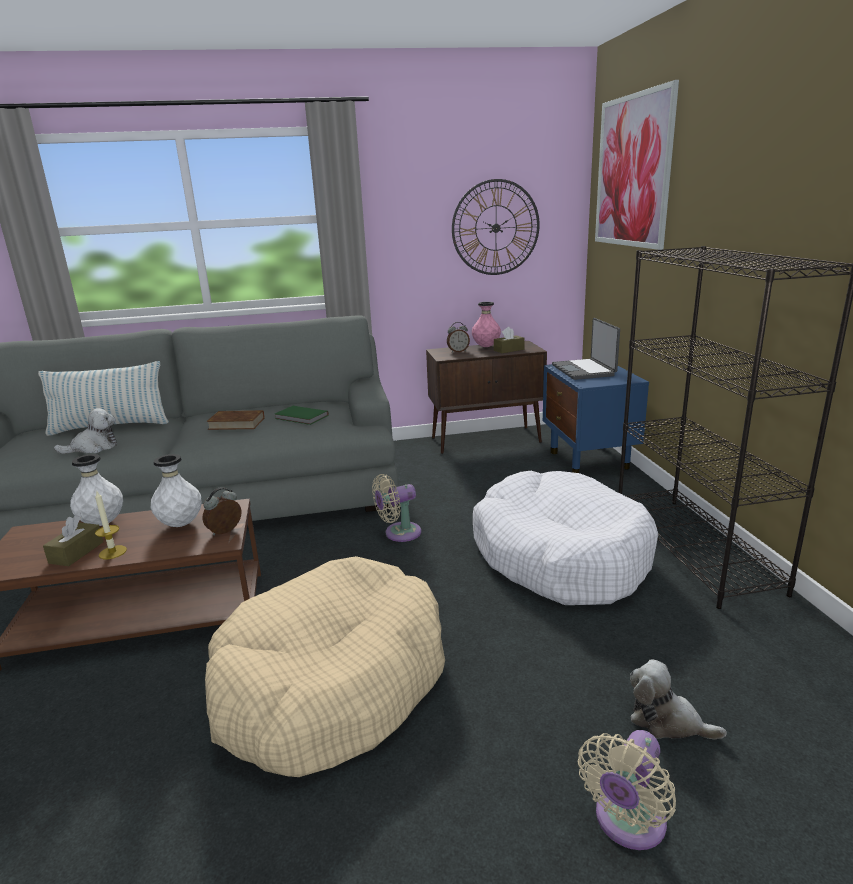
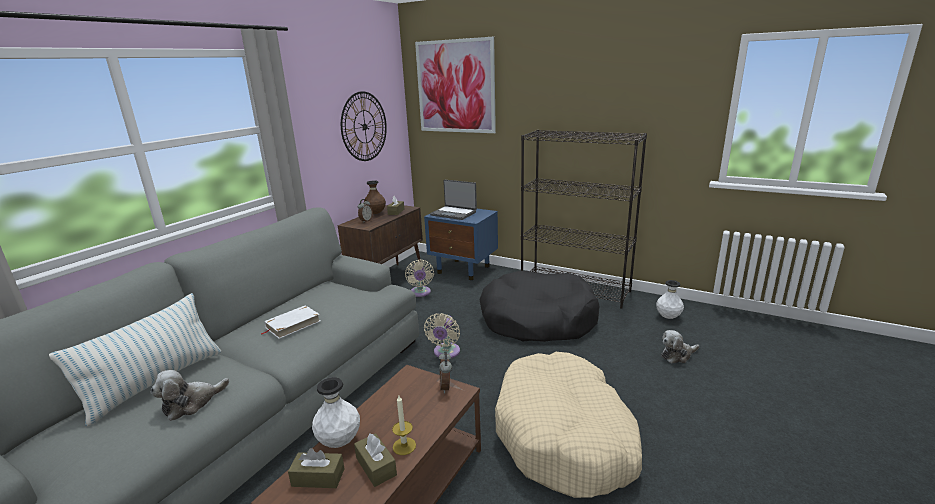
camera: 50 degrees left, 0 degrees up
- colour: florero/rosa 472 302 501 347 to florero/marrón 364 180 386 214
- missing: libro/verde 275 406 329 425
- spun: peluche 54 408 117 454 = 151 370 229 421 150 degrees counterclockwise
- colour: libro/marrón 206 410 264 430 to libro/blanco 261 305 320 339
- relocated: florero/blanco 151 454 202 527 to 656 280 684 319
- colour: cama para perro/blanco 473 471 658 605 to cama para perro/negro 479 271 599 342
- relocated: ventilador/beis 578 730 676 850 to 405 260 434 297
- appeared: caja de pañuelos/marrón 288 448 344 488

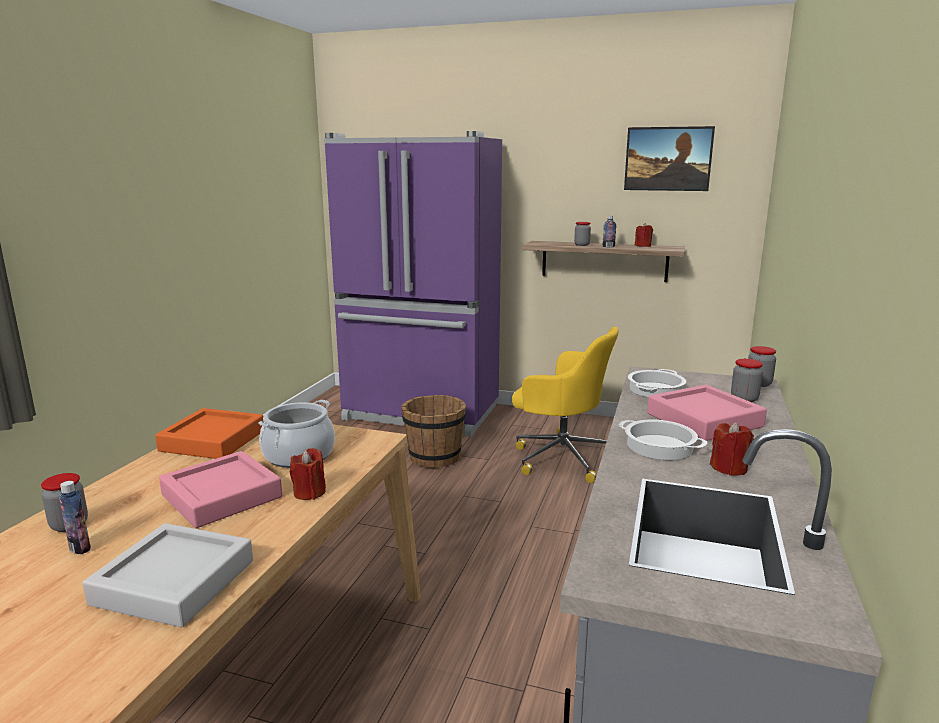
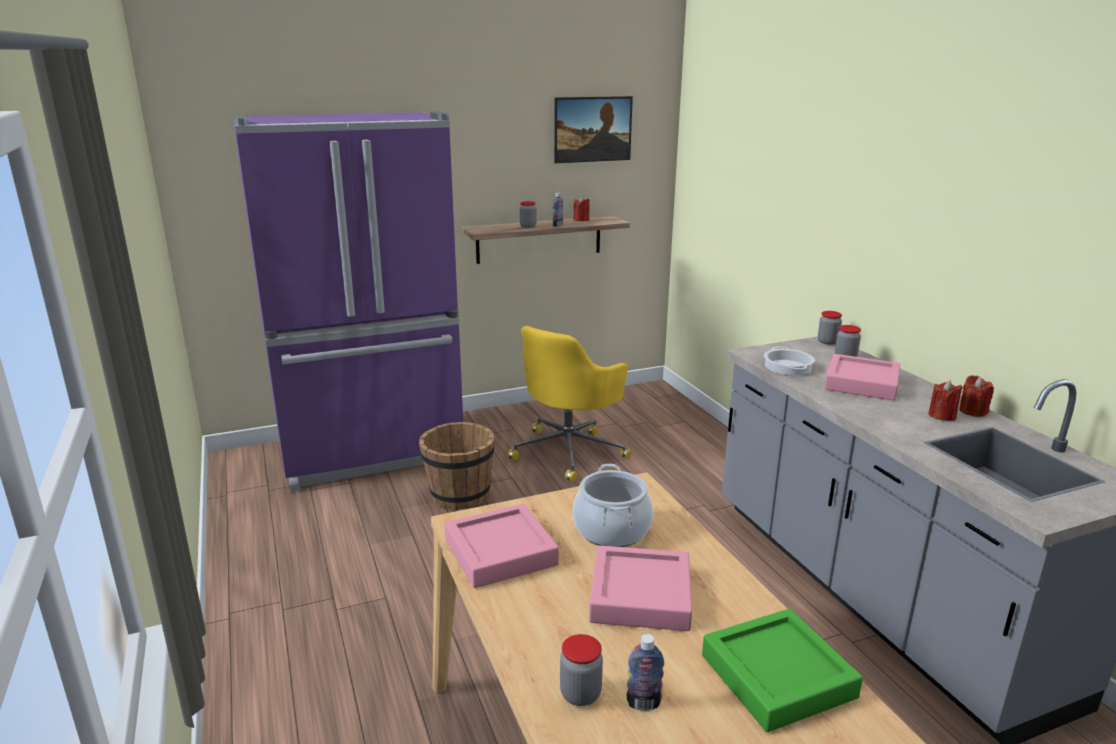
camera: 40 degrees left, 5 degrees up
- spun: silla de oficina/amarillo 512 327 619 483 = 507 326 632 482 135 degrees clockwise
- colour: bandeja/naranja 155 408 264 459 to bandeja/rosa 445 504 559 588
- missing: olla 619 420 707 460
- relocated: vela/rojo 290 448 326 500 to 959 375 994 417
- colour: bandeja/gris 83 523 253 628 to bandeja/verde 702 609 863 732

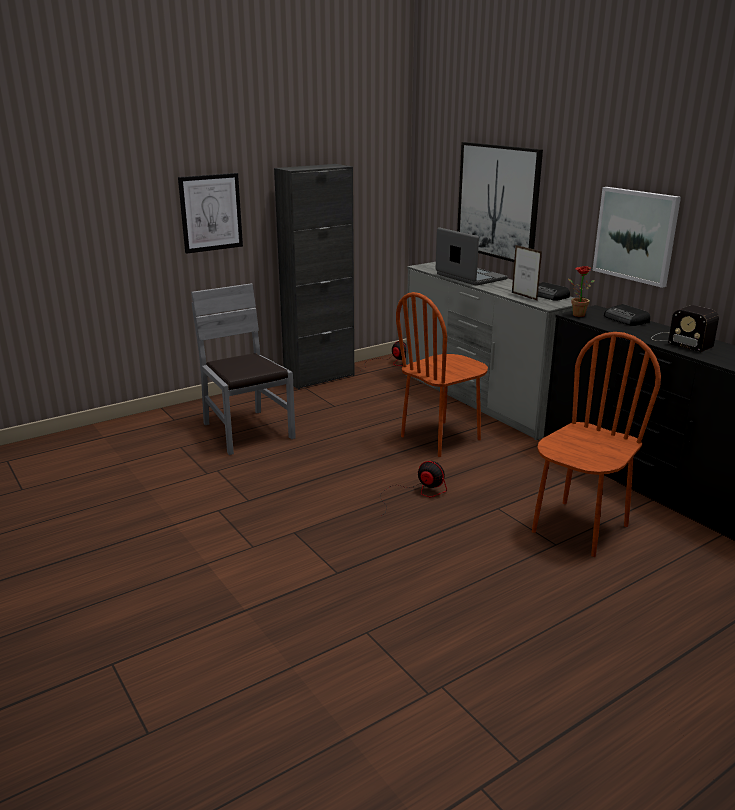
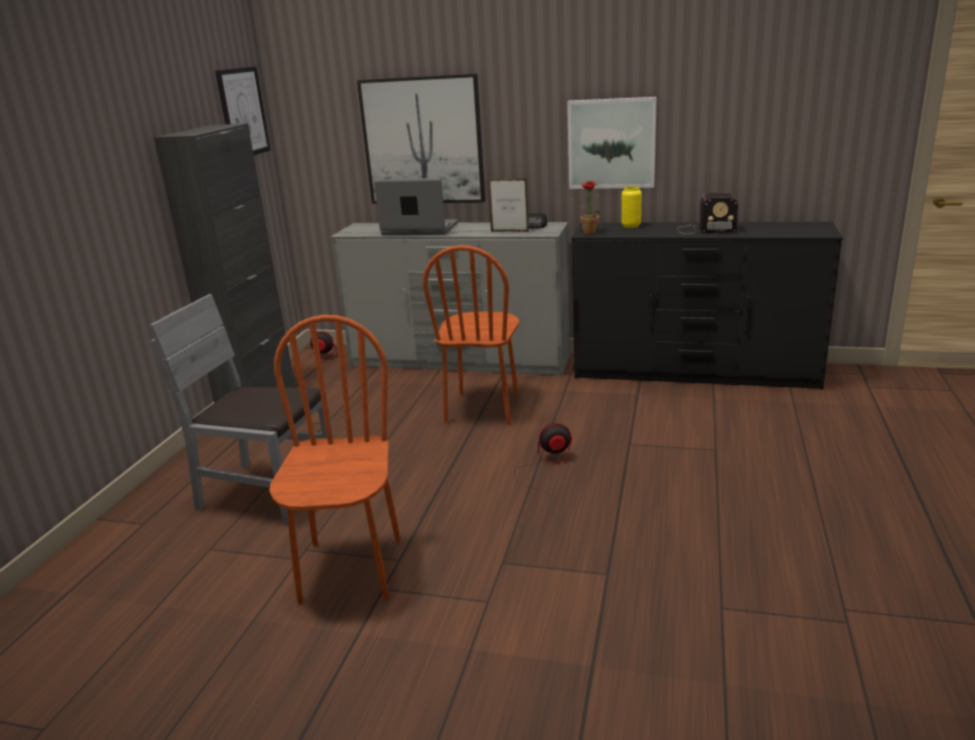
camera: 40 degrees left, 0 degrees up
- relocated: cuadro 178 173 243 254 to 215 66 271 155
- exchanged: radio 604 304 650 326 to florero/amarillo 621 186 642 228
- relocated: silla/marrón 532 332 661 557 to 269 315 401 605

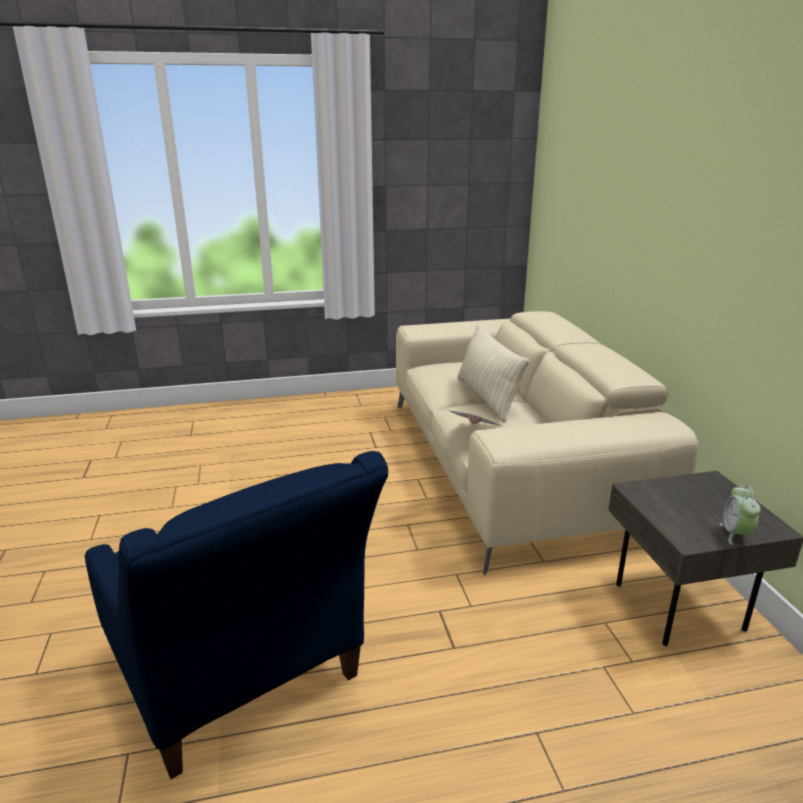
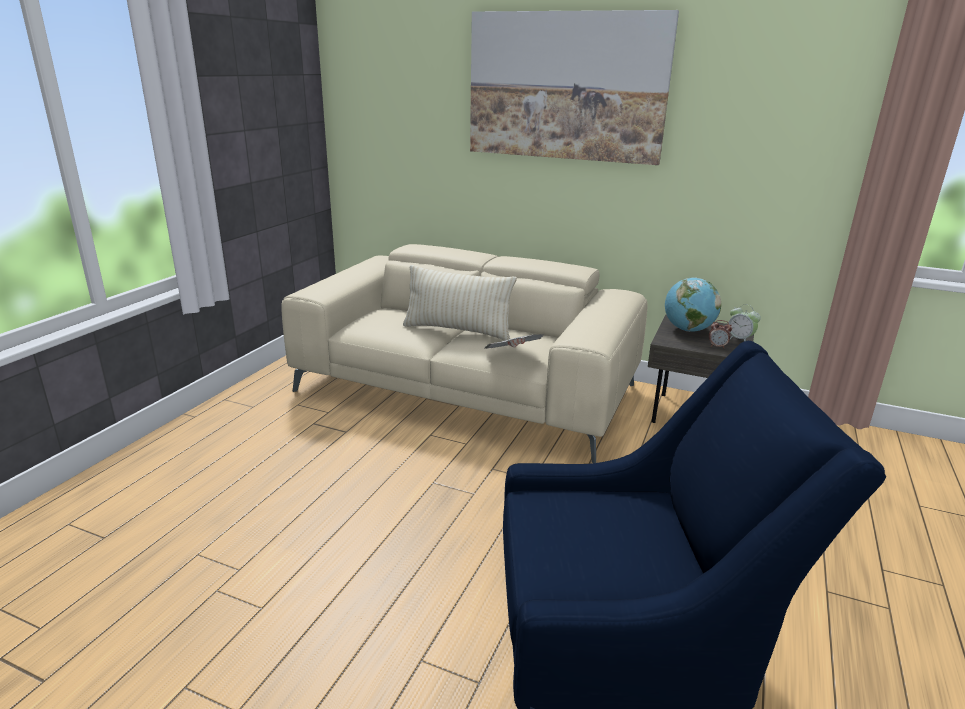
camera: 55 degrees left, 0 degrees up
- appeared: cuadro 470 10 679 165
- appeared: globo terráqueo 665 277 721 332
- appeared: despertador 709 320 732 348

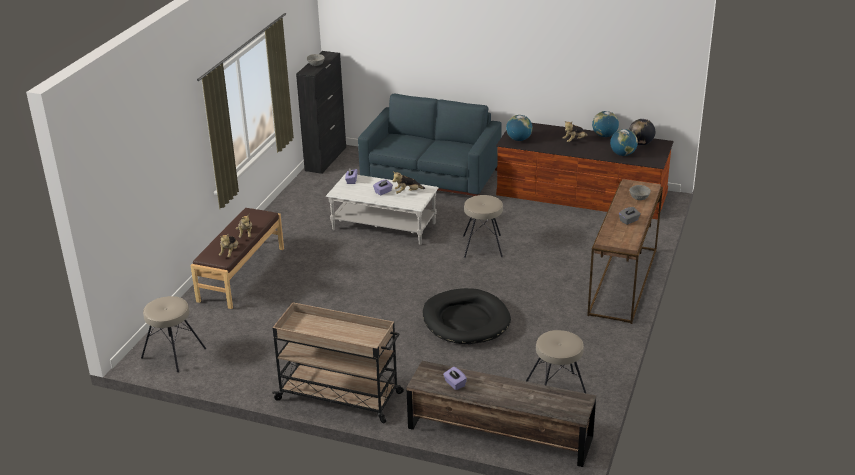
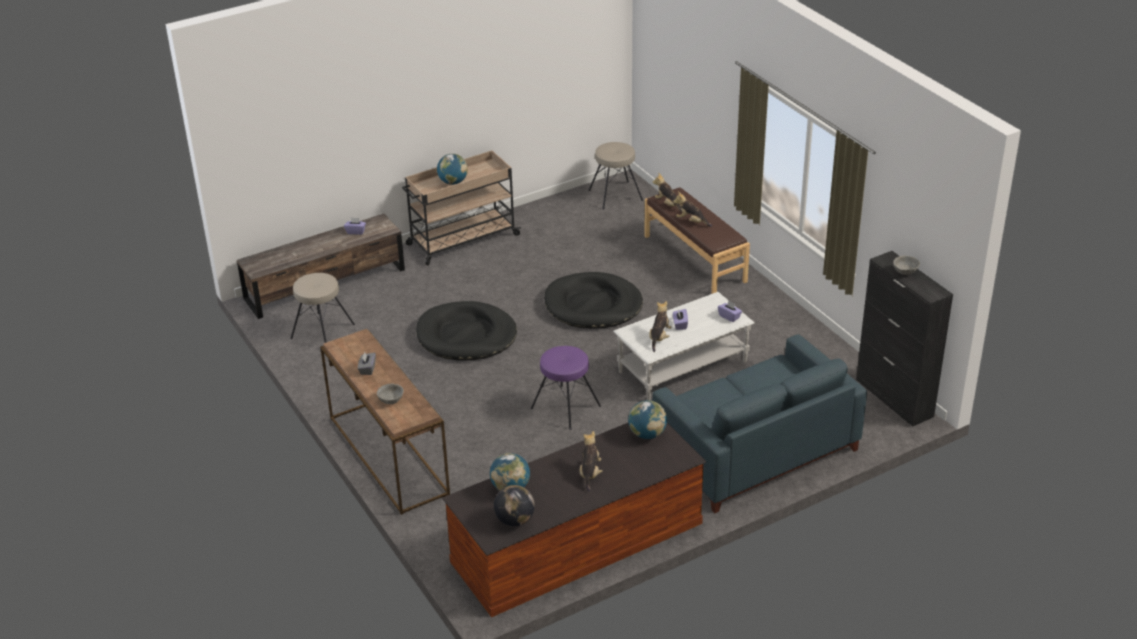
camera: 130 degrees right, 5 degrees up
- relocated: globo terráqueo 592 111 619 137 to 437 154 468 185
- colour: taburete/beis 463 195 503 258 to taburete/morado 531 346 601 430
- appeared: cama para perro/negro 544 272 643 329

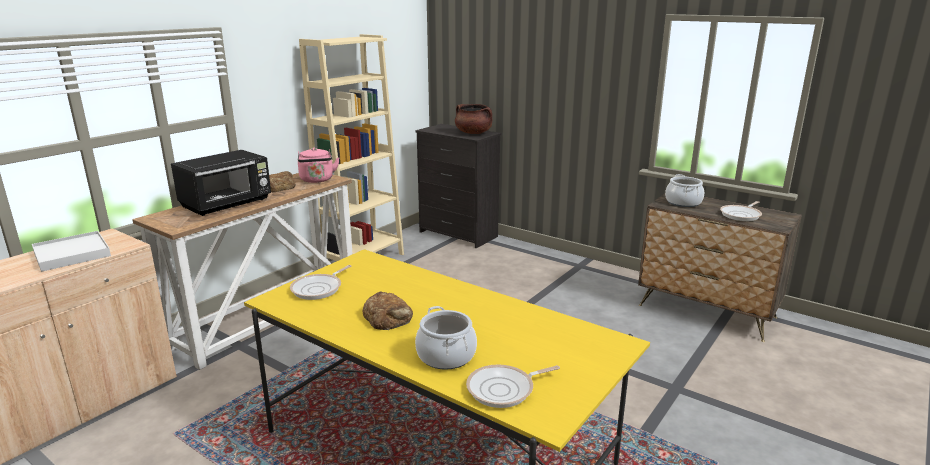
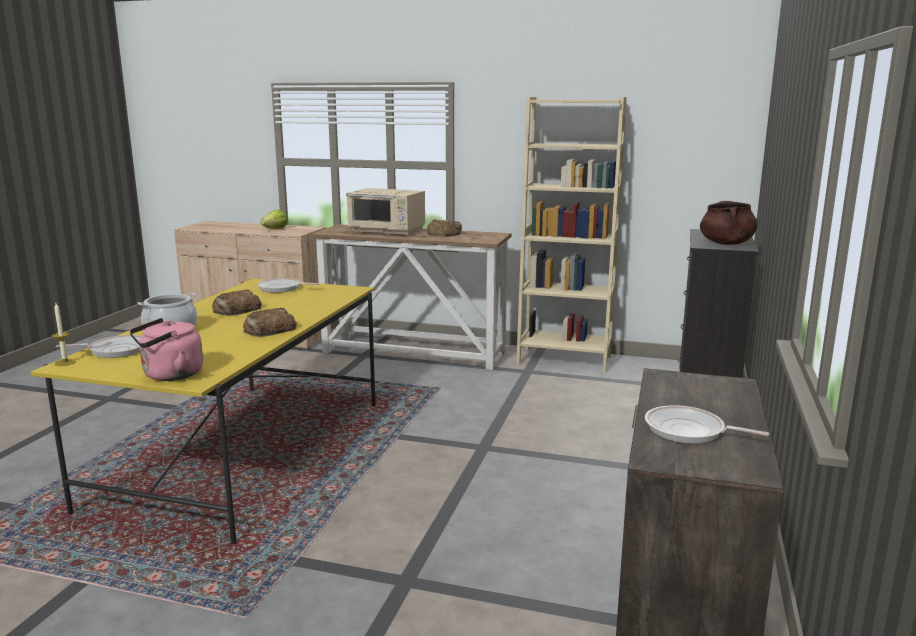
camera: 70 degrees right, 5 degrees down
- relocated: hervidor/rosa 298 148 339 183 to 129 318 203 381
- colour: microondas/negro 171 150 271 216 to microondas/beis 346 188 425 236
- missing: olla 665 174 704 207
- exchanged: bandeja/blanco 32 231 111 272 to lechuga 261 210 288 229
- spun: sartén 466 364 560 408 = 56 335 142 358 120 degrees clockwise
- appeared: vela 52 303 76 366
- appeared: pan 243 308 297 337

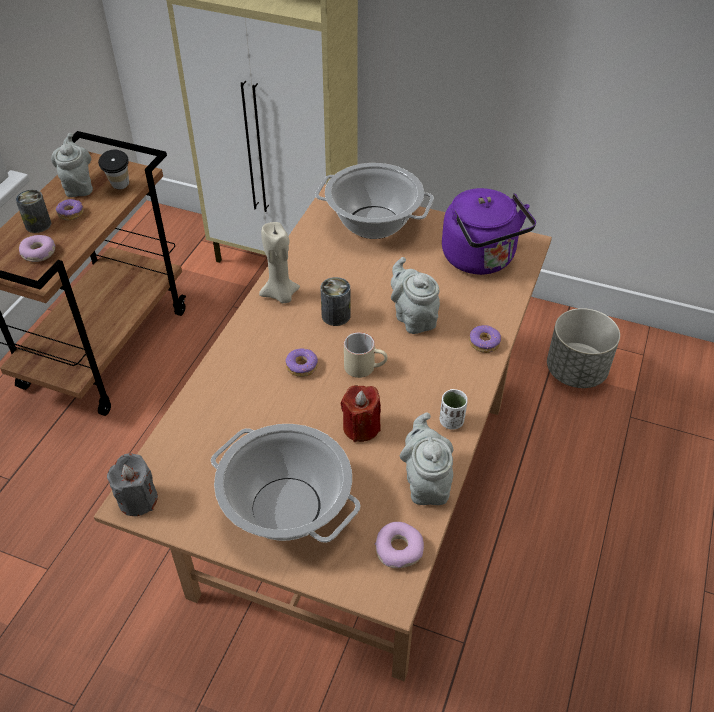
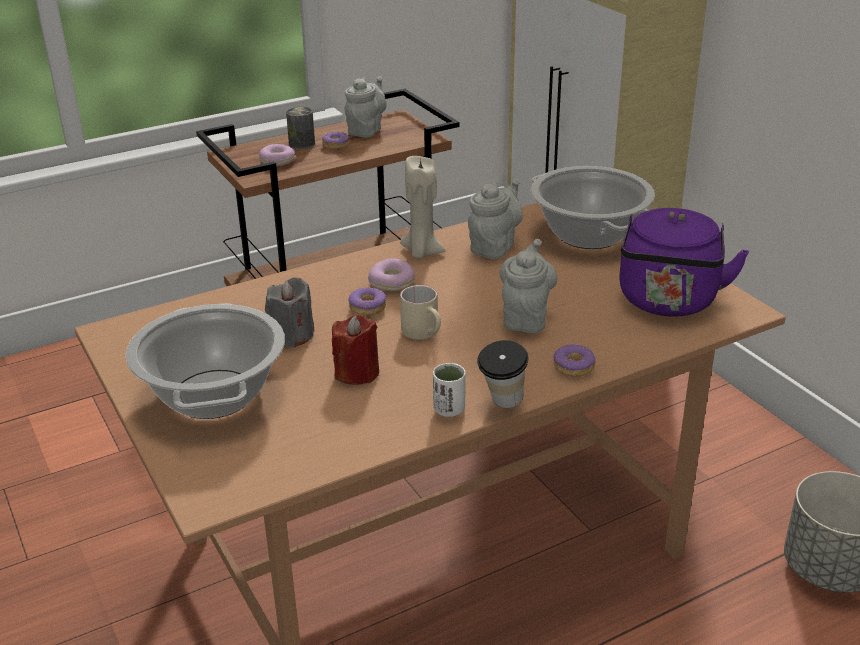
camera: 40 degrees right, 15 degrees down
- relocated: taza 98 150 129 189 to 477 340 528 408
- missing: lata 320 277 351 326
- relocated: tetera/gris 400 412 453 505 to 468 179 523 259
- relocated: vela/gris 107 453 158 516 to 265 277 314 347
- relocated: rosquilla 375 522 424 568 to 368 258 415 291

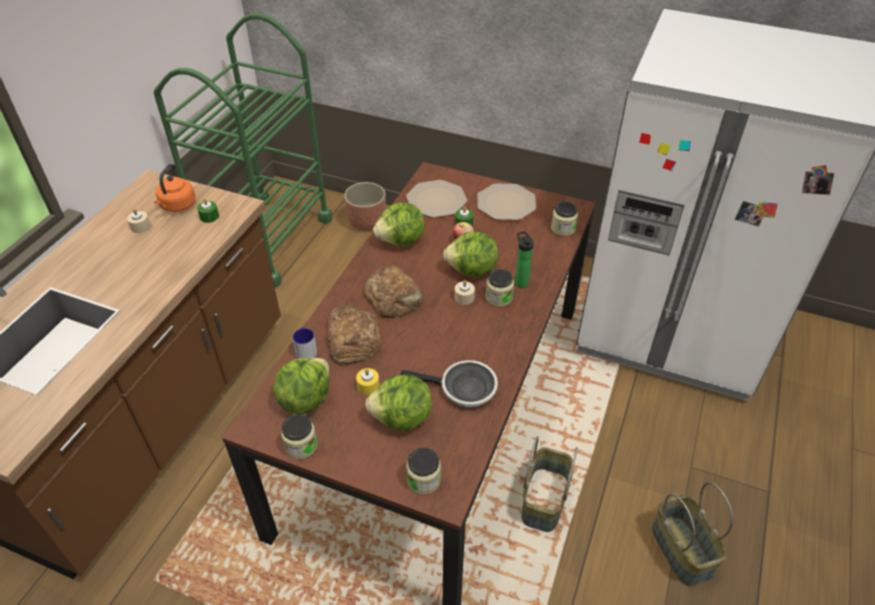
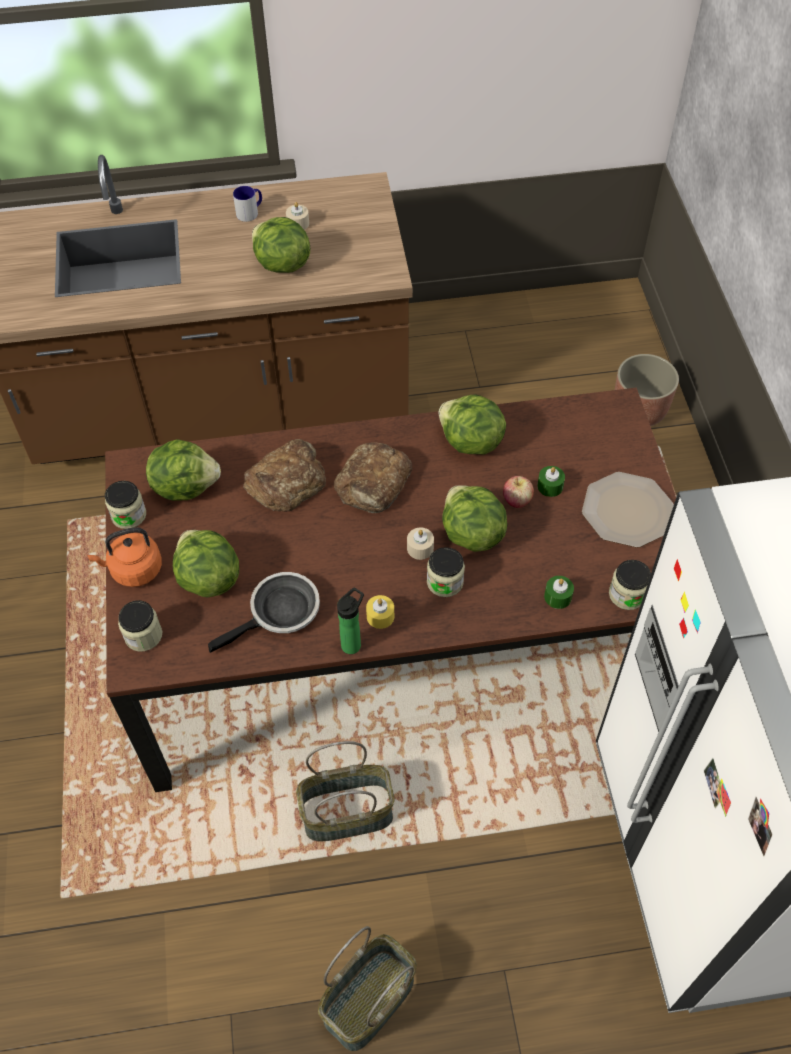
camera: 60 degrees right, 10 degrees up
- missing: carrito/verde 154 13 332 288
- relocated: hervidor/naranja 154 164 195 212 to 87 527 162 587
- missing: plato 406 180 467 218
- relocated: vela/verde 197 198 219 223 to 544 576 574 609
- relocated: botella 515 231 534 288 to 337 587 364 654
- relocated: taza grande 293 327 317 359 to 233 186 262 222
- spun: sartén 400 360 498 408 = 208 572 320 653 105 degrees counterclockwise
- relocated: vela/amarillo 356 368 380 395 to 366 595 394 629
- appeared: lechuga 252 217 310 273

